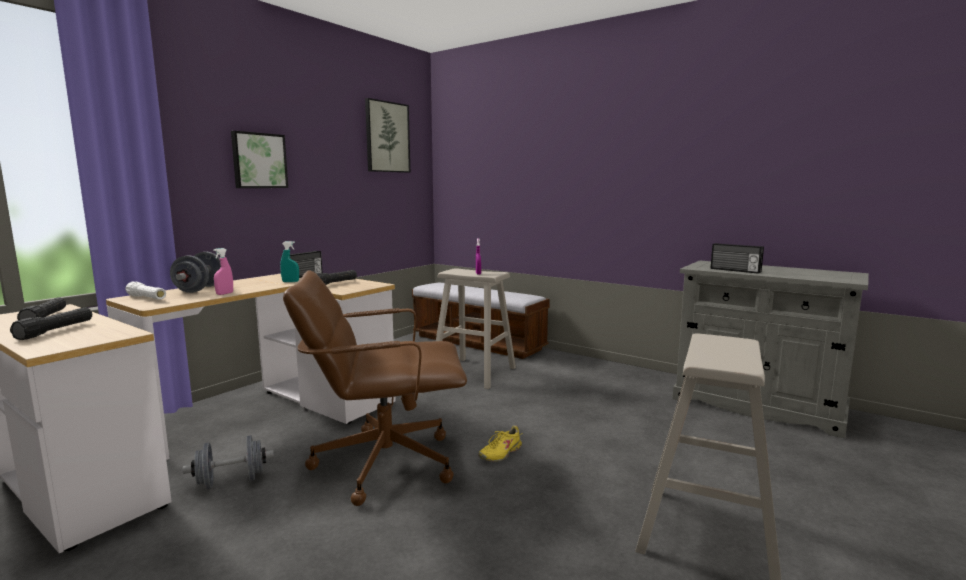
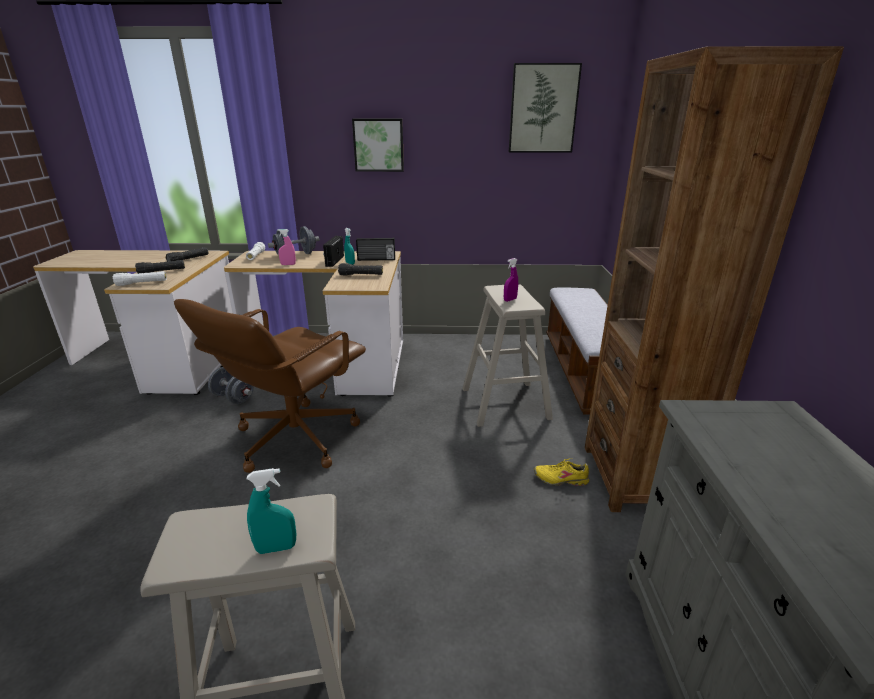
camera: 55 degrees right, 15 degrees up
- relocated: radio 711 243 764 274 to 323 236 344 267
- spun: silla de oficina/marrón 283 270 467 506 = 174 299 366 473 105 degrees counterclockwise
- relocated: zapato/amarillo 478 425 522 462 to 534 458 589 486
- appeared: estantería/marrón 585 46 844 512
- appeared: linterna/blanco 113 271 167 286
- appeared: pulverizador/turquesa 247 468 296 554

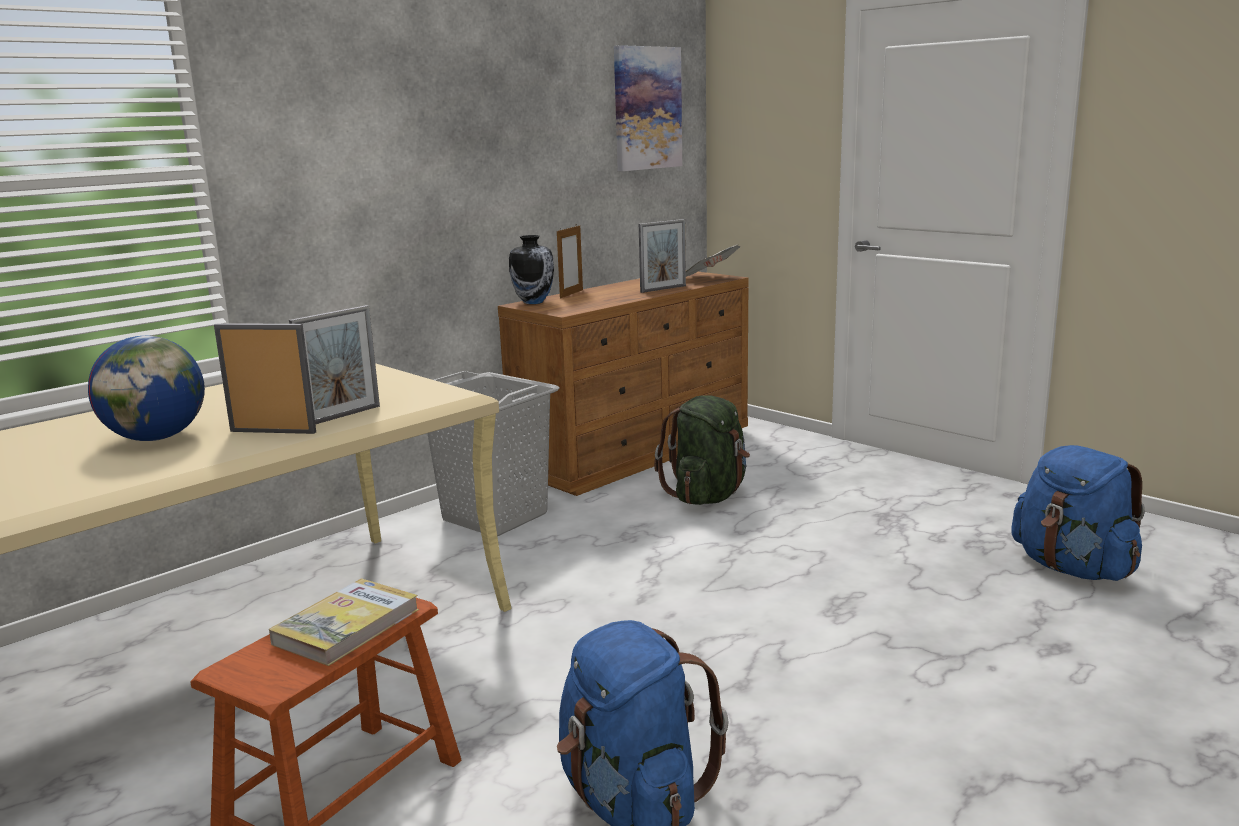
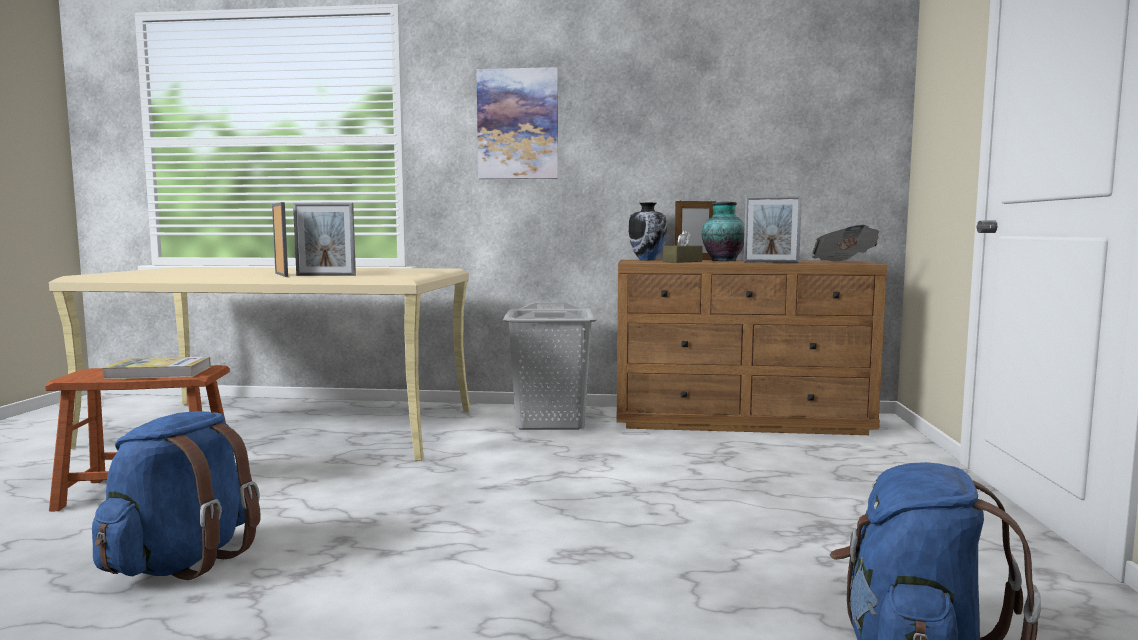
camera: 50 degrees right, 10 degrees down
- relocated: cuadro 614 45 682 171 to 476 67 558 179
- missing: globo terráqueo 88 336 205 441
- missing: mochila/verde 654 395 750 505
- appeared: florero 702 202 745 261
- appeared: caja de pañuelos/marrón 663 230 703 263

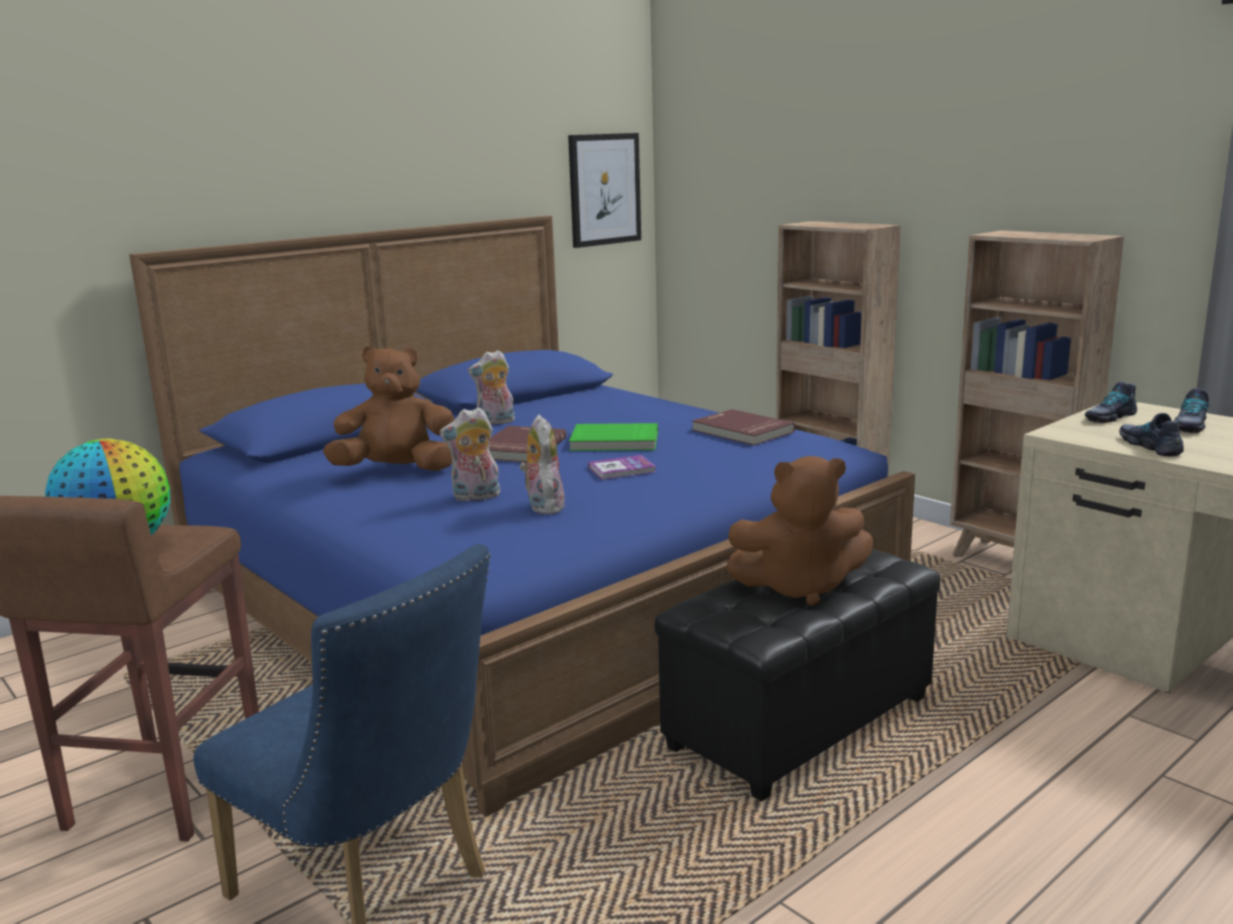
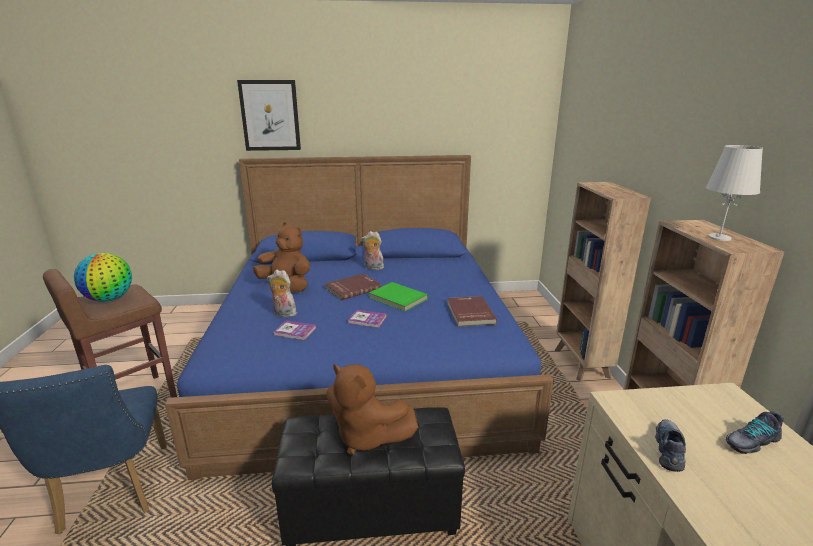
camera: 35 degrees right, 5 degrees up
- relocated: cuadro 568 133 641 248 to 237 80 301 151
- missing: zapato 1085 382 1137 423
- exchanged: peluche 520 415 565 514 to libro 274 321 317 340
- appeared: lámpara de mesa/blanco 706 145 763 241

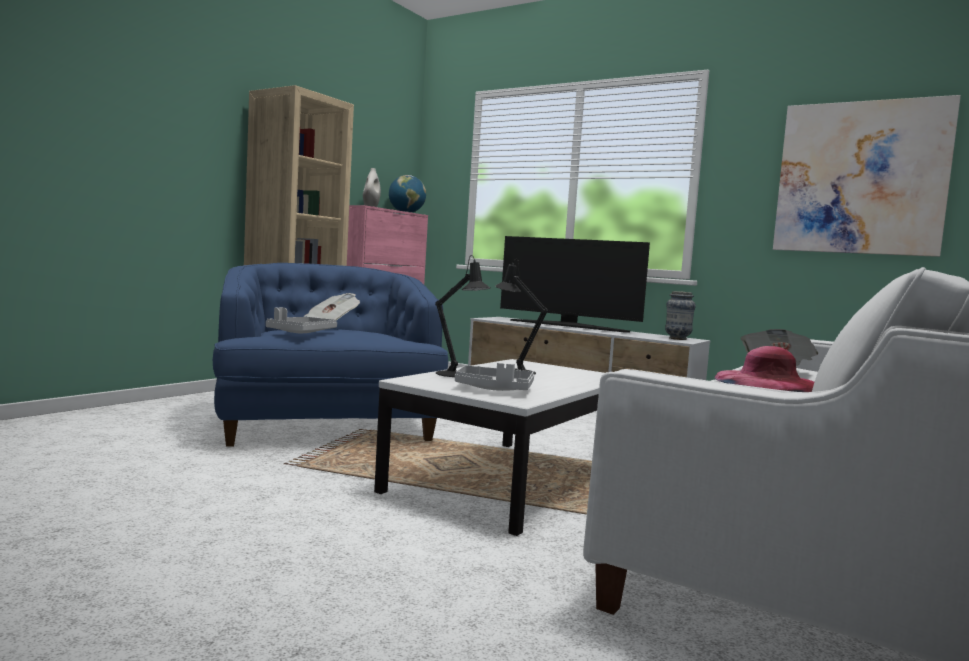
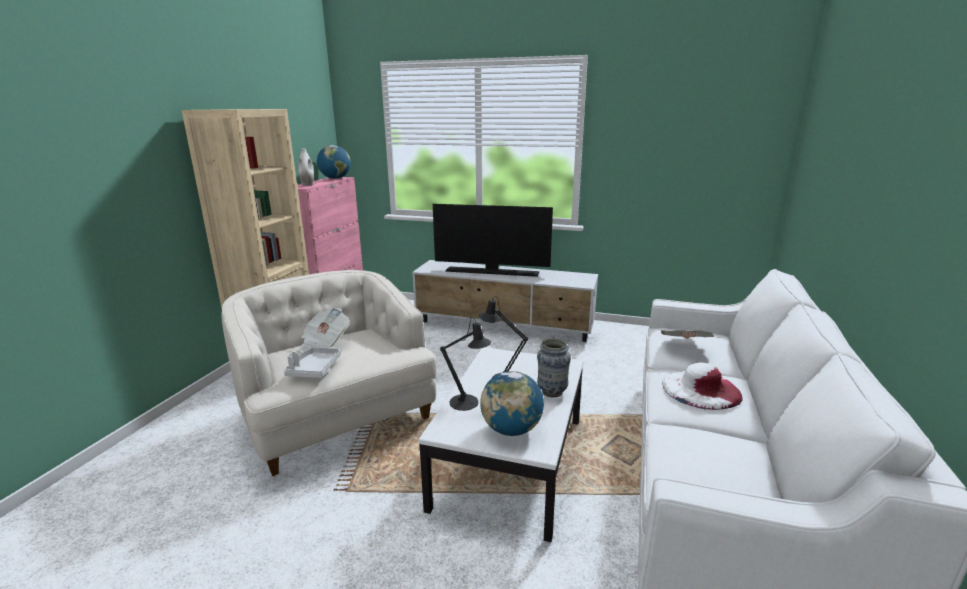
camera: 15 degrees left, 15 degrees up
- missing: cuadro 773 95 961 257
- colour: sillón/azul 213 263 448 447 to sillón/blanco 222 270 437 476
- relocated: florero 665 291 696 340 to 537 338 571 398
- colour: sombrero/rosa 714 346 814 392 to sombrero/blanco 662 363 743 410
- exchanged: bandeja/gris 455 363 534 391 to globo terráqueo 480 371 544 436

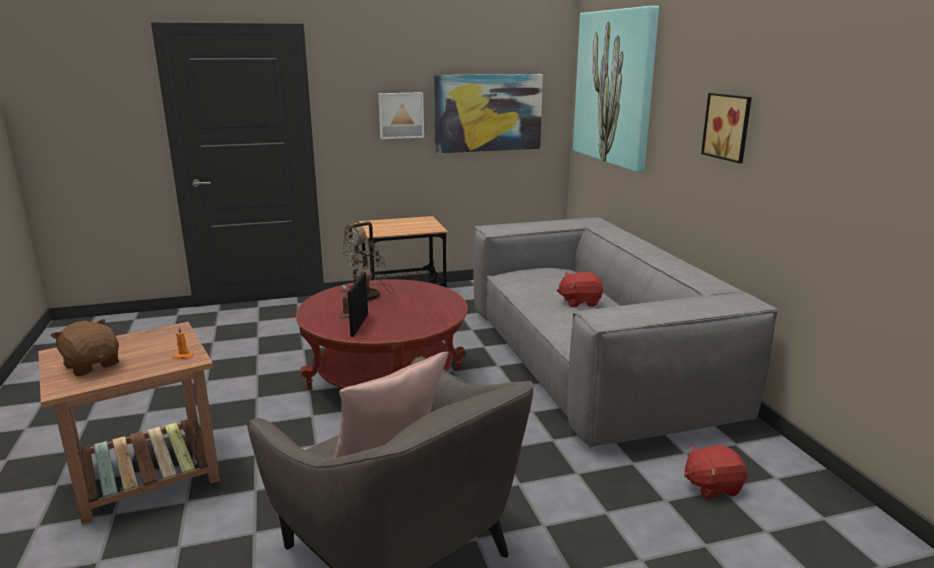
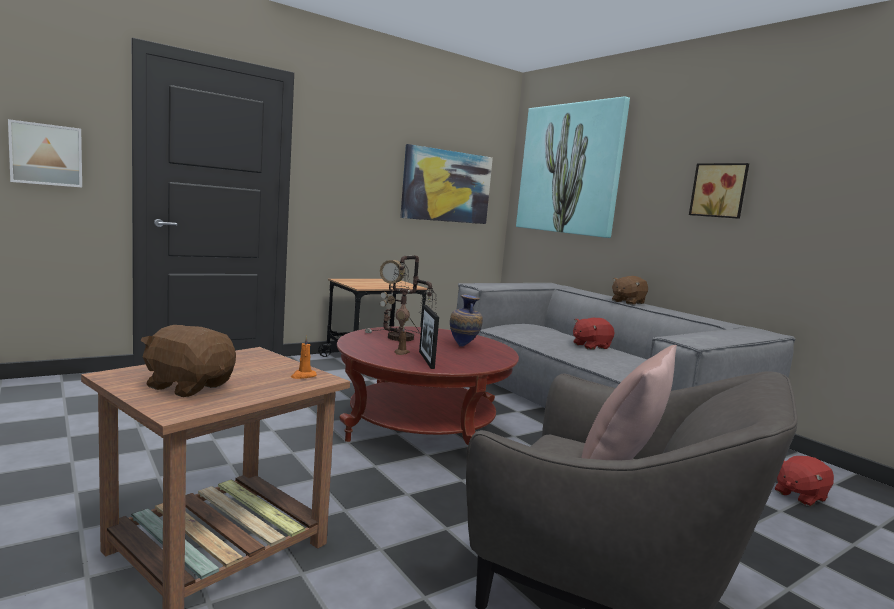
camera: 20 degrees left, 10 degrees down
- relocated: cuadro 378 92 424 139 to 8 119 82 187
- appeared: peluche/marrón 612 276 648 305
- appeared: florero 450 295 483 346

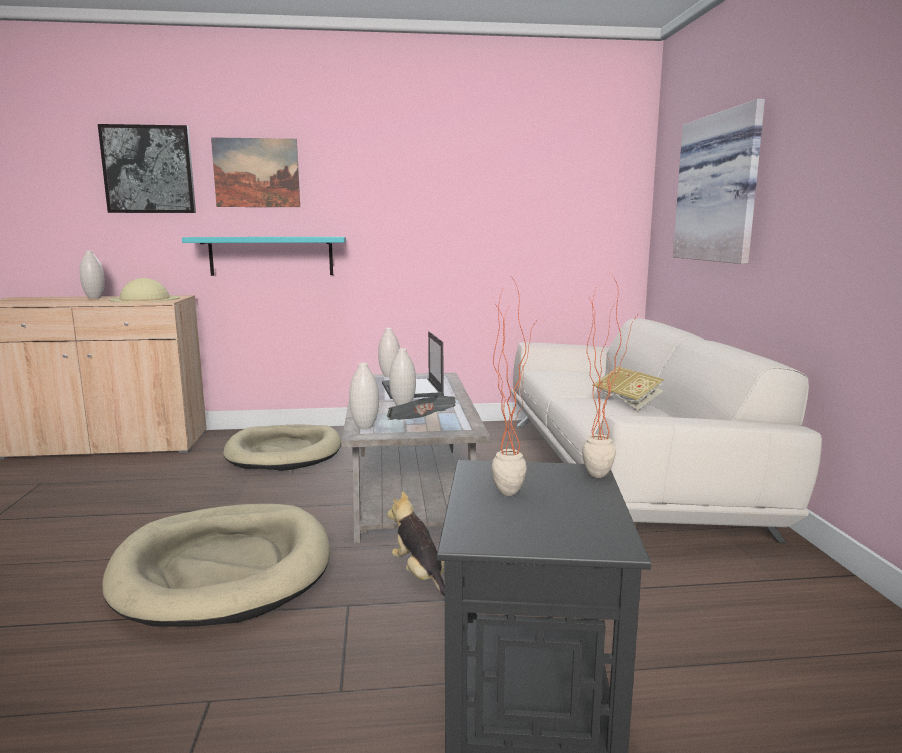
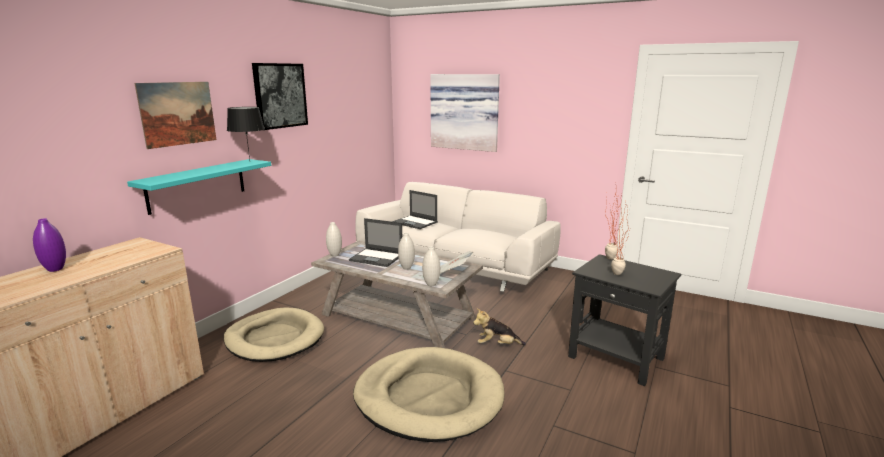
camera: 55 degrees left, 5 degrees up
- relocated: cuadro 98 124 196 213 to 252 63 308 130
- colour: florero/blanco 79 250 105 299 to florero/morado 33 218 66 272
- missing: sombrero/beis 109 278 180 303
- missing: libro 592 367 664 410
- appeared: lámpara de mesa/negro 227 107 265 160
- appeared: portátil 393 190 438 229

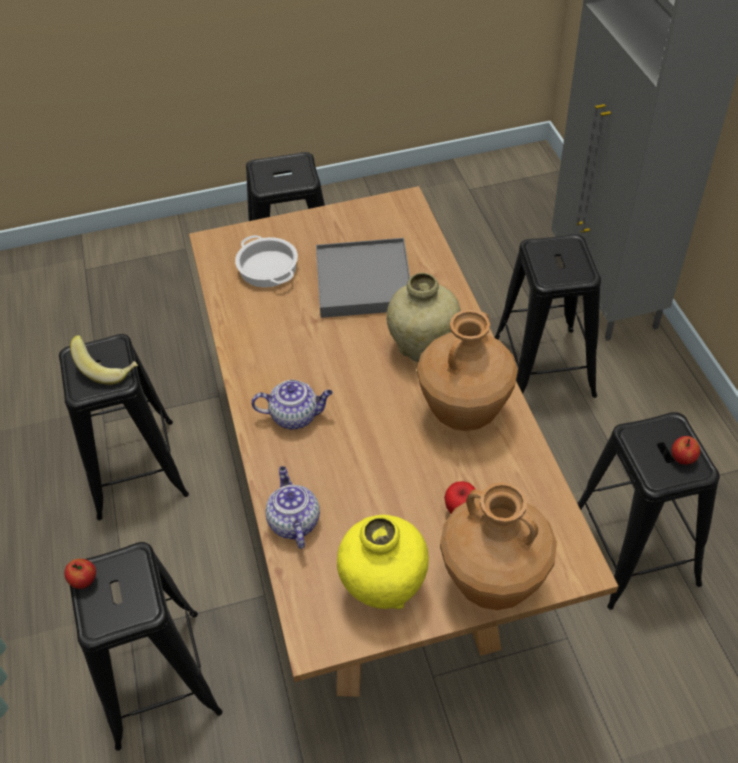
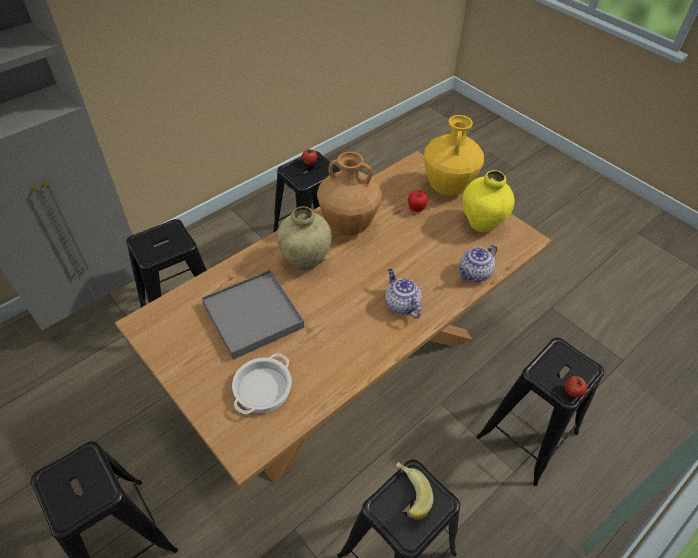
camera: 120 degrees left, 0 degrees up
- colour: florero/marrón 440 482 557 610 to florero/amarillo 424 115 484 196

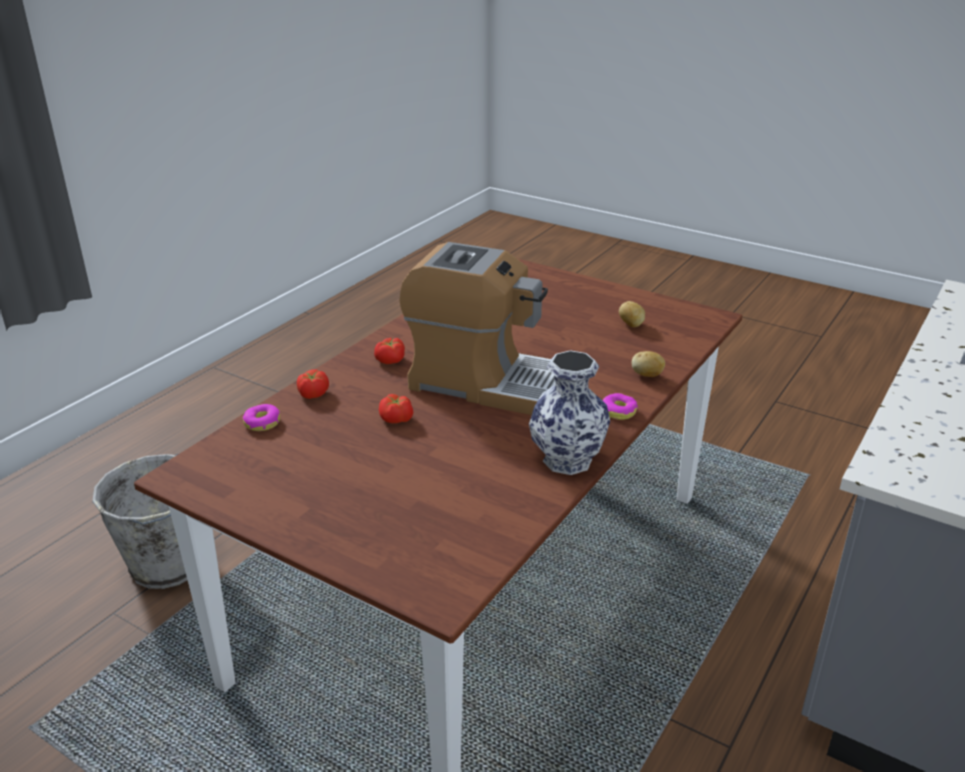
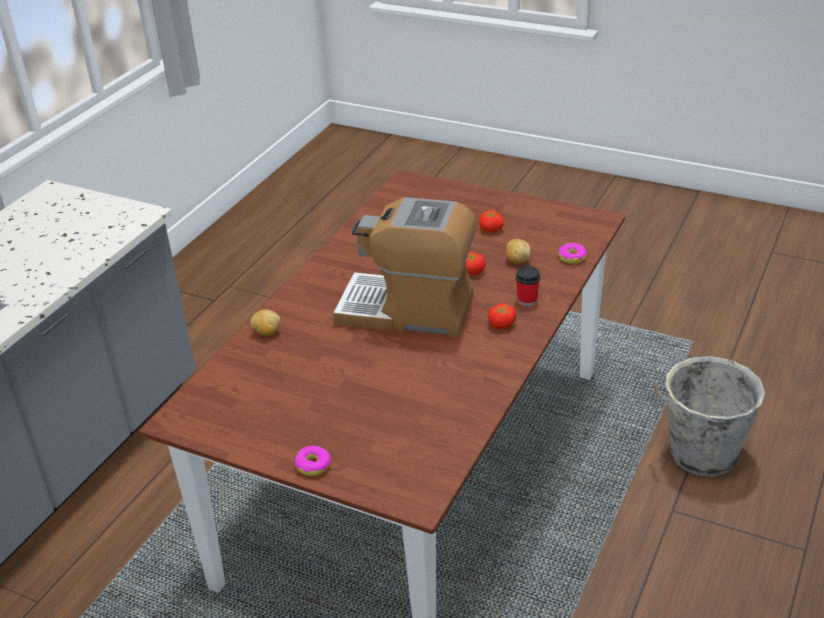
camera: 175 degrees right, 5 degrees up
- relocated: patata 619 301 645 327 to 506 239 531 263
- missing: florero 529 350 610 475
- relocated: tomate 297 370 329 399 to 479 210 504 232
- relocated: rosquilla 602 393 638 420 to 295 446 331 476
- appeared: taza 515 266 541 306

